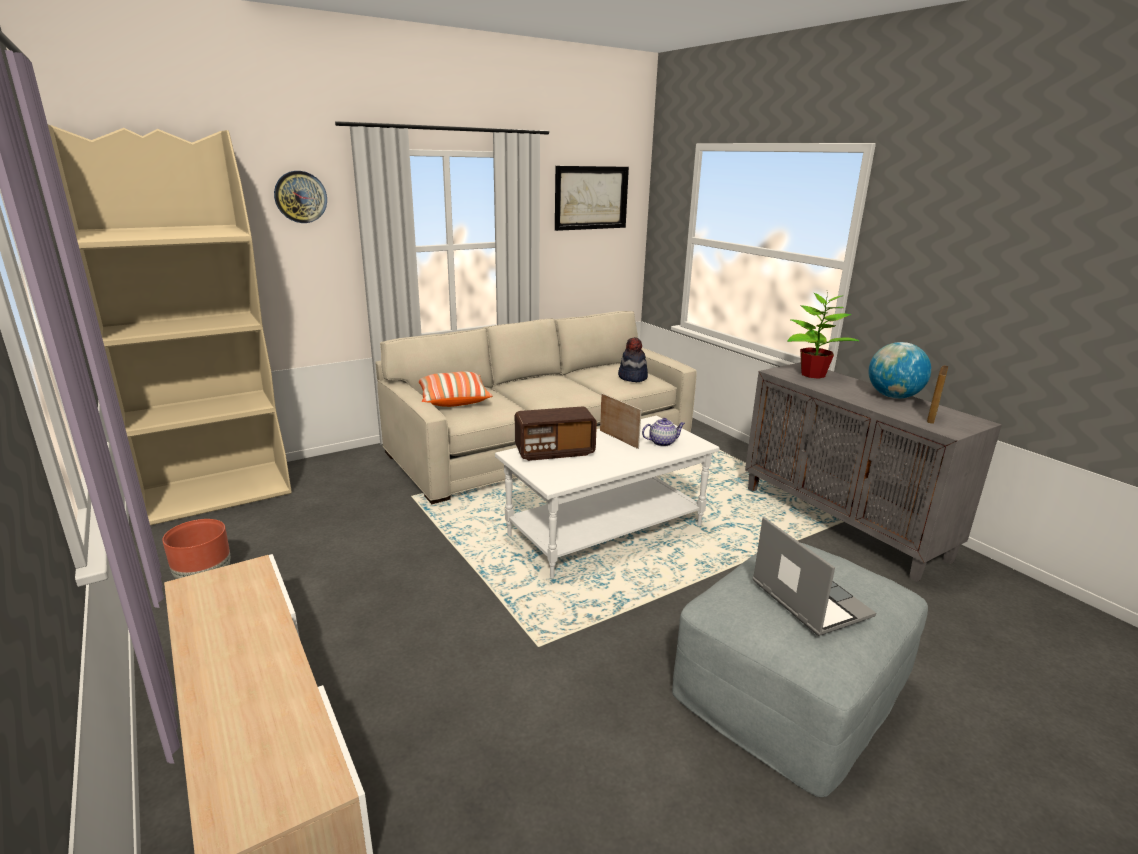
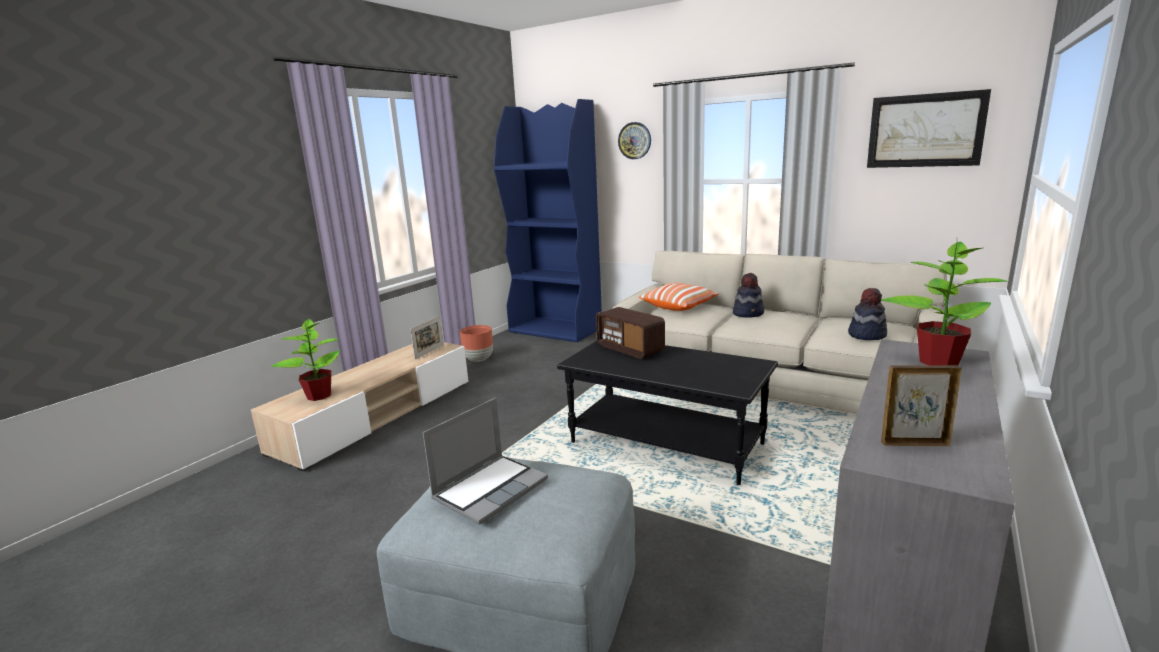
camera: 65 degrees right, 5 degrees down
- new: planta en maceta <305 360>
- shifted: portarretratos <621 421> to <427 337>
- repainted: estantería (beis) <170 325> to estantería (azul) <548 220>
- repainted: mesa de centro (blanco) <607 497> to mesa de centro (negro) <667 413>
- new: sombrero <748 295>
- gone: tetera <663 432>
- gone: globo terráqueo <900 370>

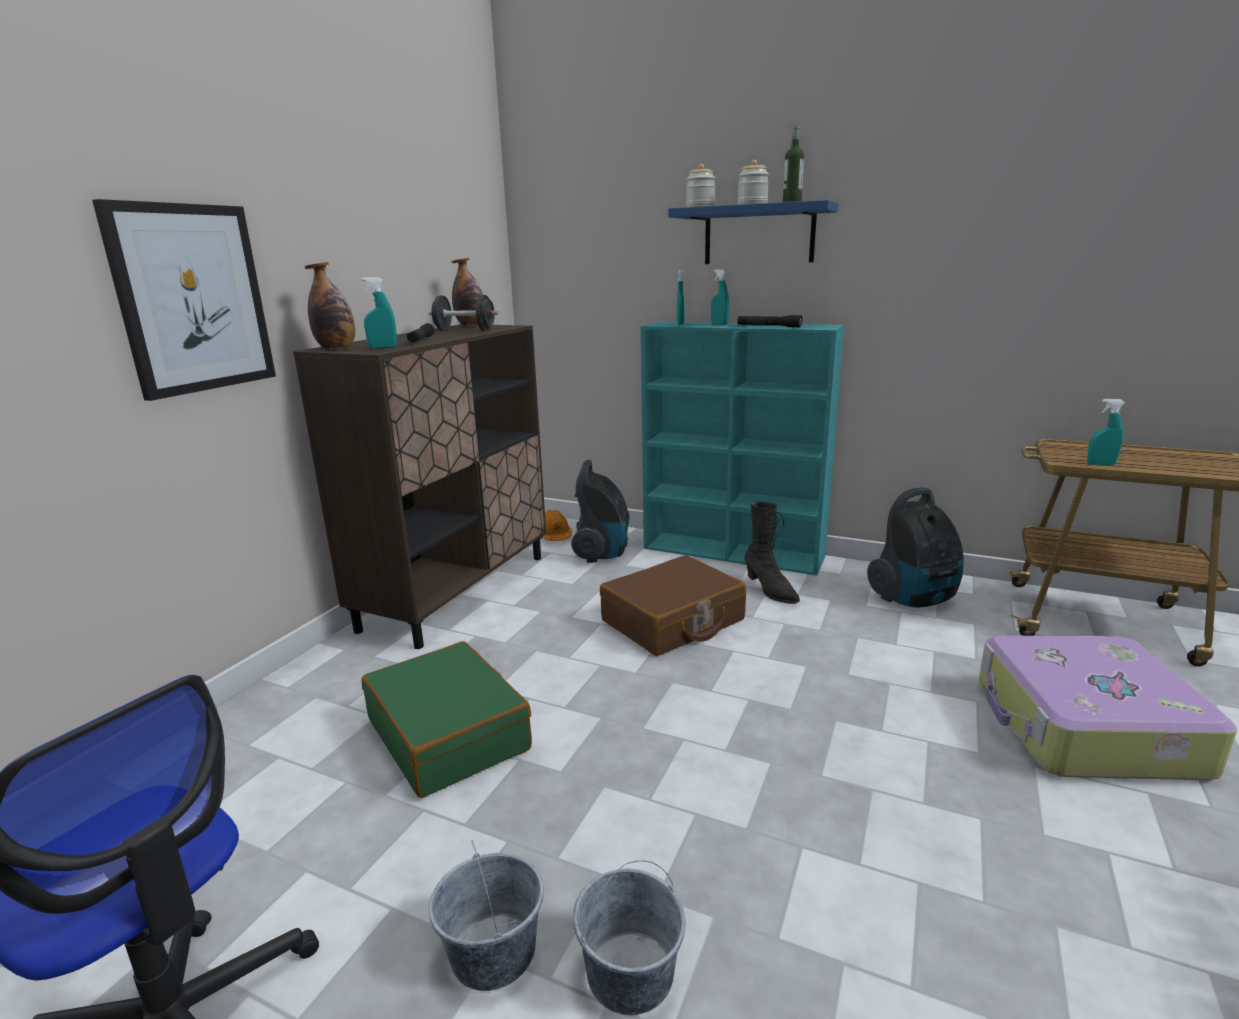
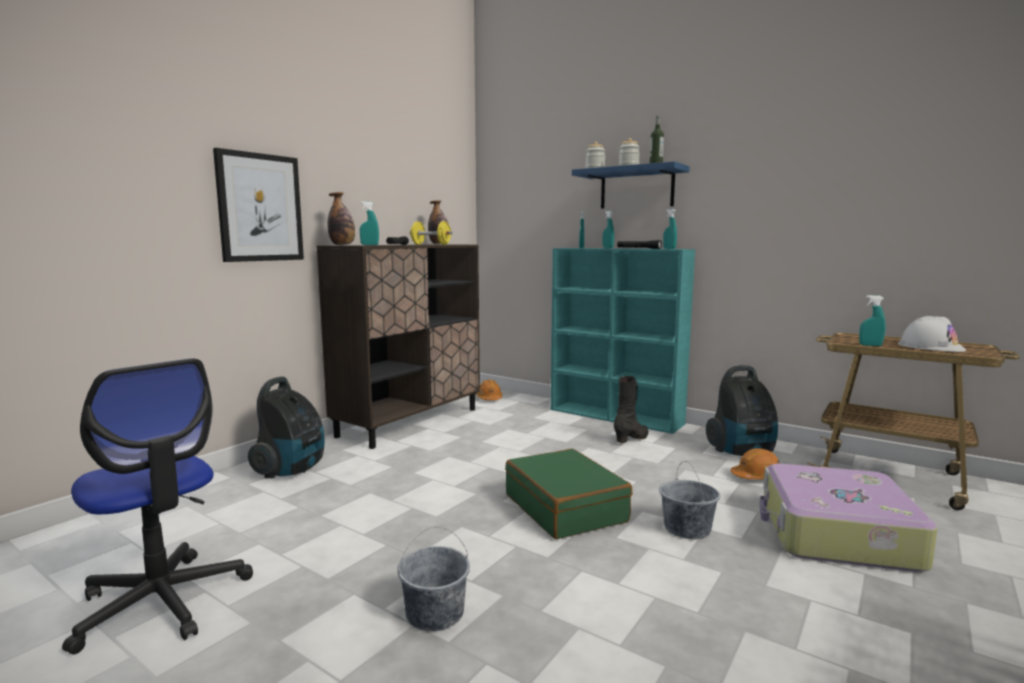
camera: 10 degrees right, 10 degrees down
- shifted: aspiradora <600 511> to <286 427>
- repainted: mancuerna (negro) <464 313> to mancuerna (amarillo) <431 233>
- shifted: maleta (verde) <446 719> to <569 494>
- rotated: bota (negro) <772 553> = <631 409> 120 degrees counterclockwise
- shifted: cubo (gris) <486 915> to <689 500>
- new: pulverizador (turquesa) <670 229>
- new: casco (naranja) <755 464>
- new: casco (blanco) <932 334>
- gone: maleta (marrón) <673 605>

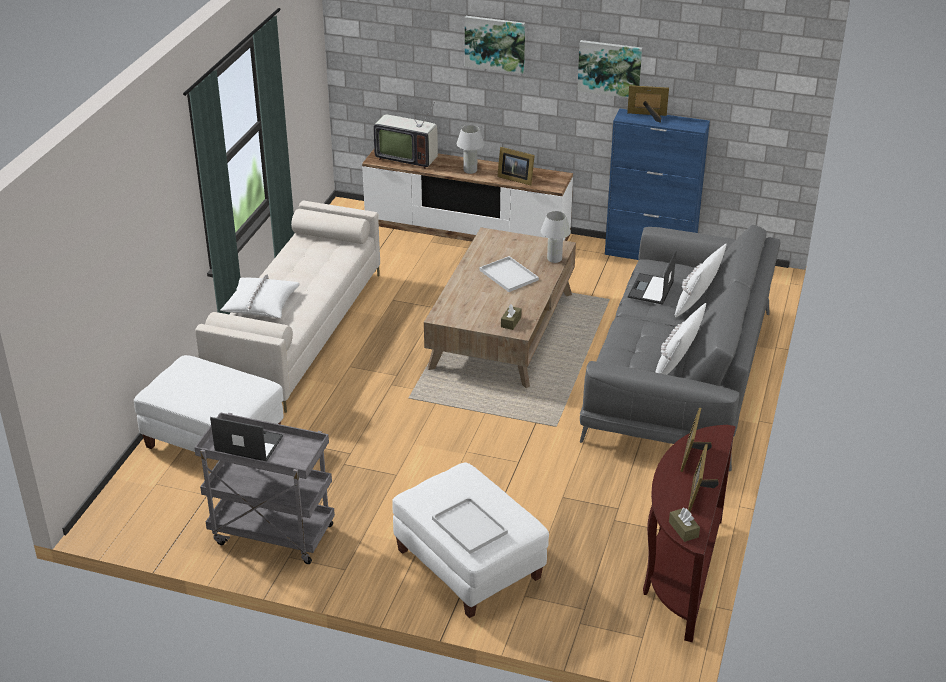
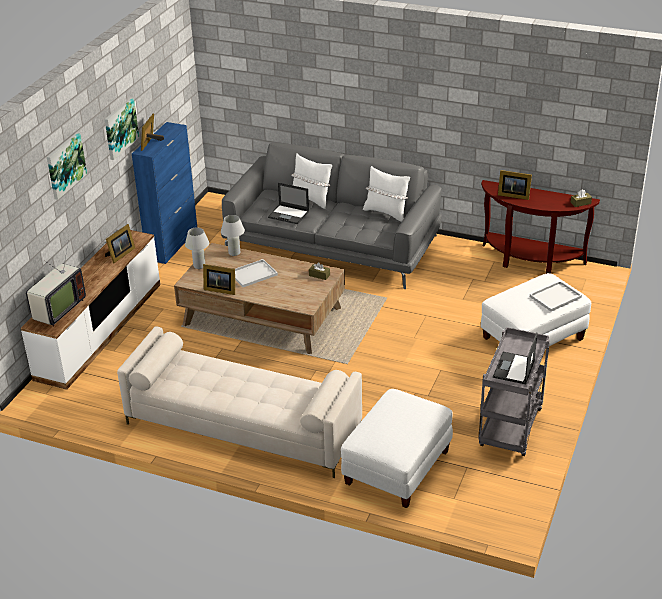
camera: 85 degrees left, 0 degrees up
- shifted: lámpara de mesa (blanco) <470 149> to <197 248>
- shifted: portarretratos <703 477> to <219 279>
- gone: cojín (blanco) <260 296>

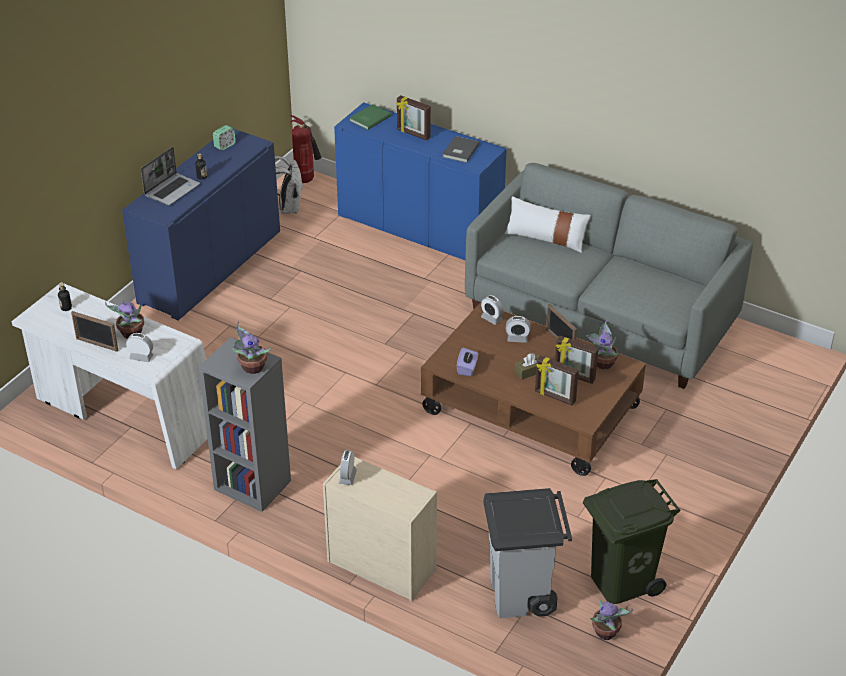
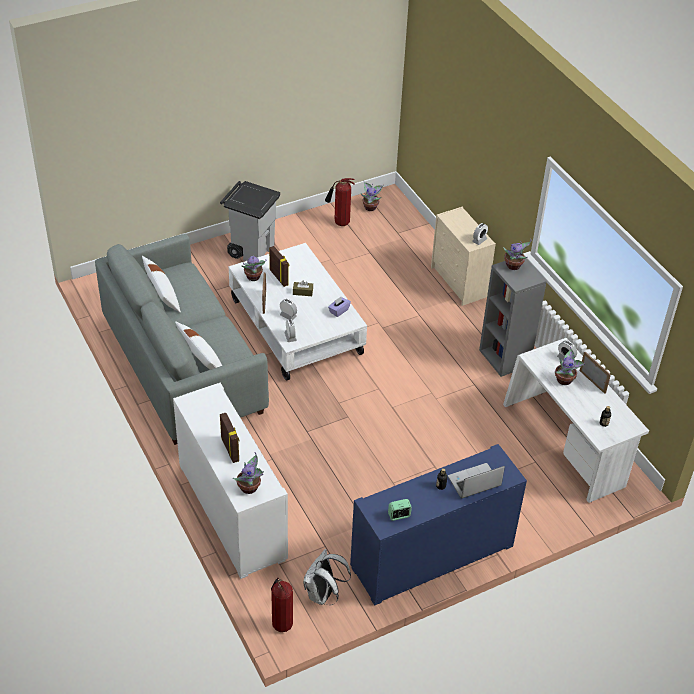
camera: 150 degrees left, 5 degrees up
- new: cojín (blanco) <161 284>
- repainted: armario (azul) <420 181> to armario (blanco) <230 481>
- shifted: papelera (gris) <528 553> to <250 221>
- repainted: mesa de centro (marrón) <533 389> to mesa de centro (blanco) <297 312>
- swapped: libro (verde) <371 117> to planta en maceta <248 473>
- swapped: papelera (verde) <631 541> to extintor <339 202>
- gone: libro (gris) <461 149>
- gone: portarretratos <557 380>

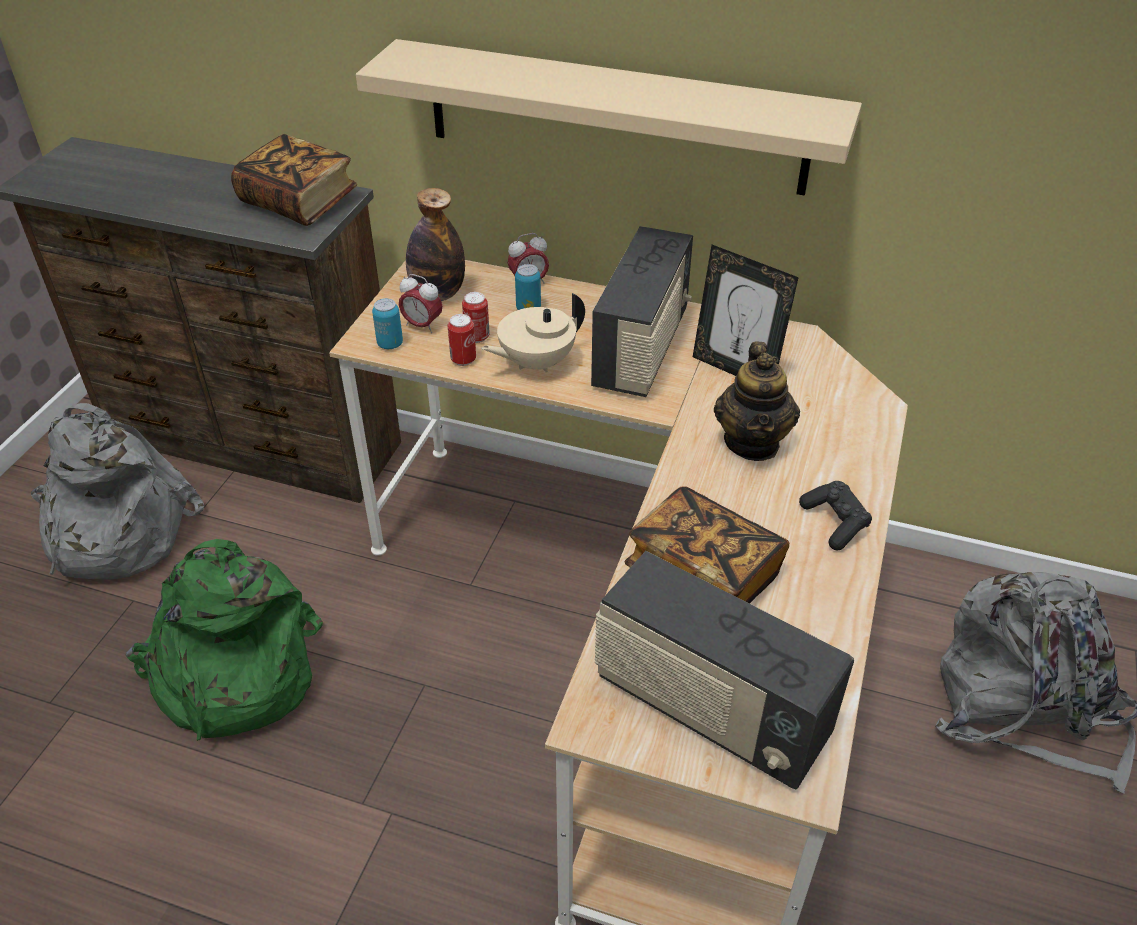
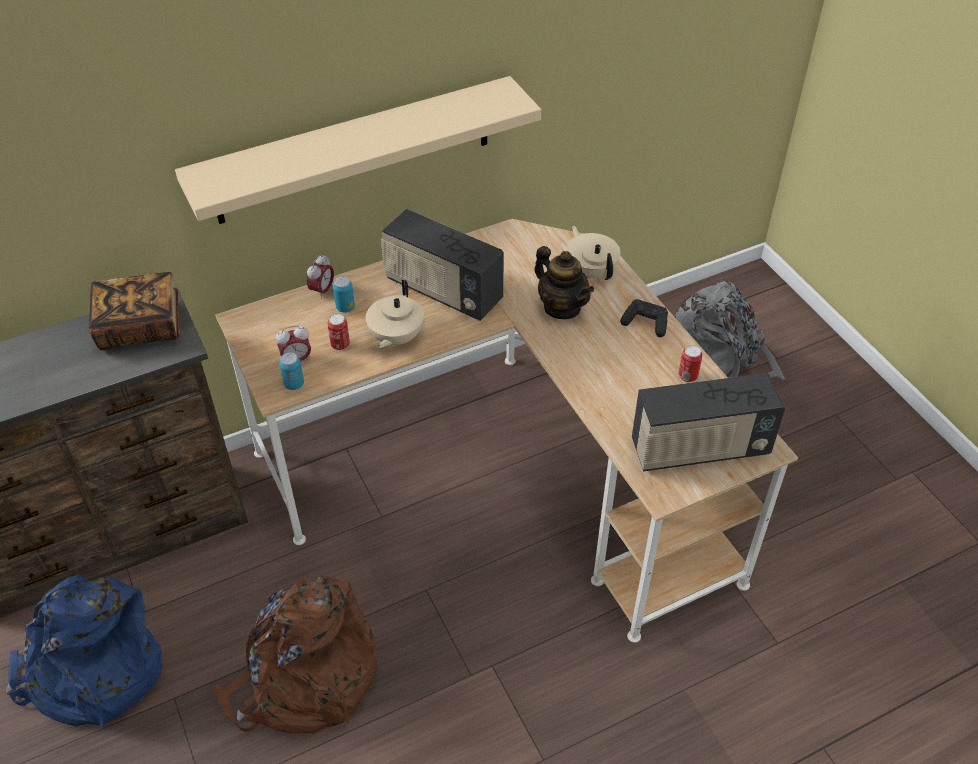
camera: 45 degrees left, 5 degrees up
- repainted: mochila (gris) <117 491> to mochila (azul) <84 651>
- repainted: mochila (verde) <224 640> to mochila (marrón) <294 655>
- rotated: radio <642 311> = <442 265> 150 degrees clockwise
- new: tetera (beis) <593 253>
- shifted: lata <462 340> to <690 363>
- gone: botella <435 244>
- gone: libro <707 545>
- gone: portarretratos <746 310>

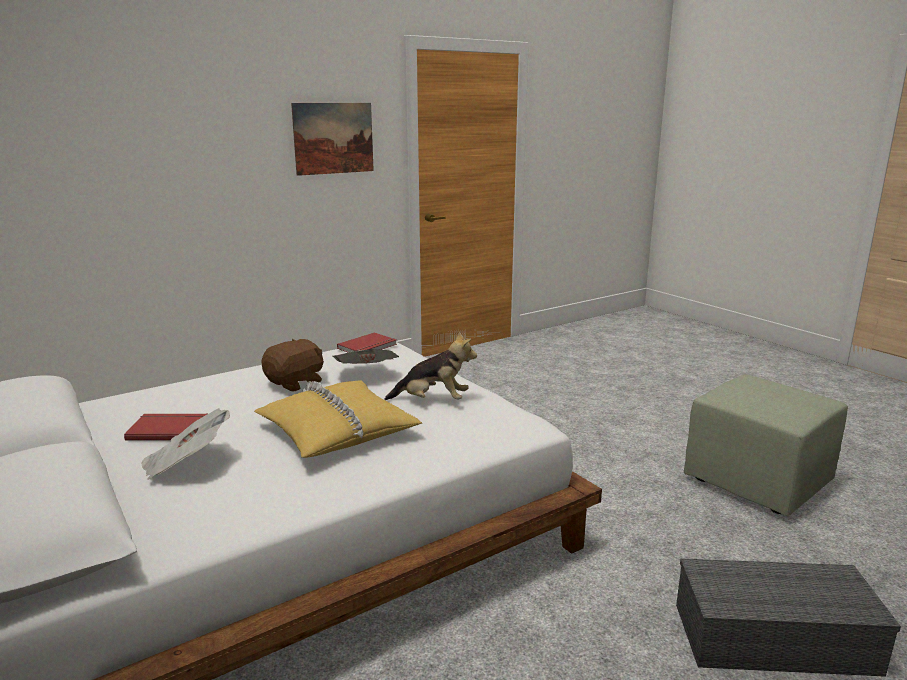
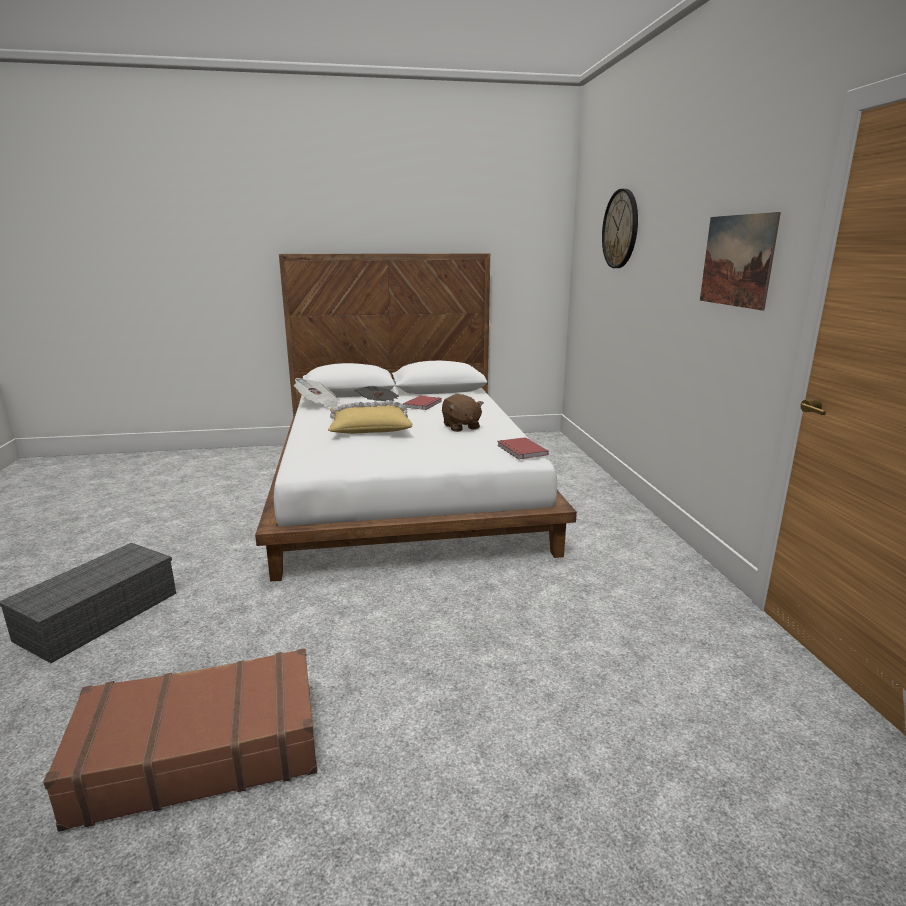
camera: 115 degrees right, 0 degrees up
- swapped: puf (verde) <766 445> to maleta (marrón) <180 740>
- shifted: periódico <365 356> to <317 393>
- new: reloj de pared <620 228>
- gone: peluche <430 365>

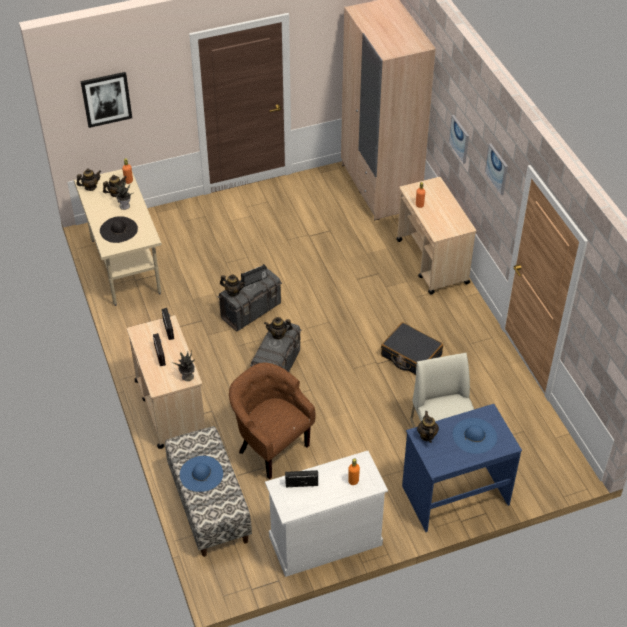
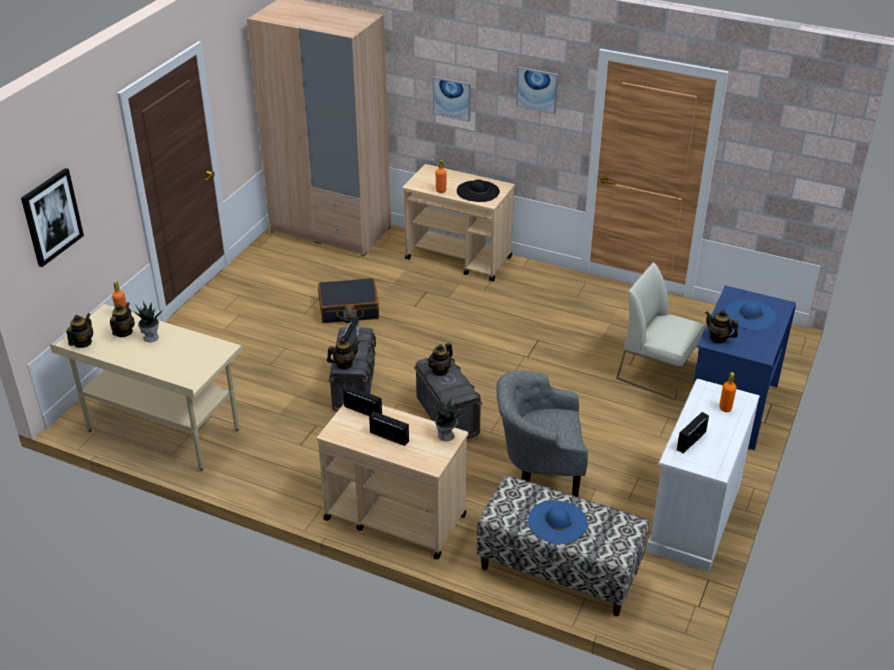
camera: 45 degrees left, 10 degrees down
- shifted: maleta (negro) <412 348> to <348 300>
- shifted: sombrero (negro) <119 229> to <478 190>
- repainted: sillón (marrón) <272 421> to sillón (gris) <542 434>

